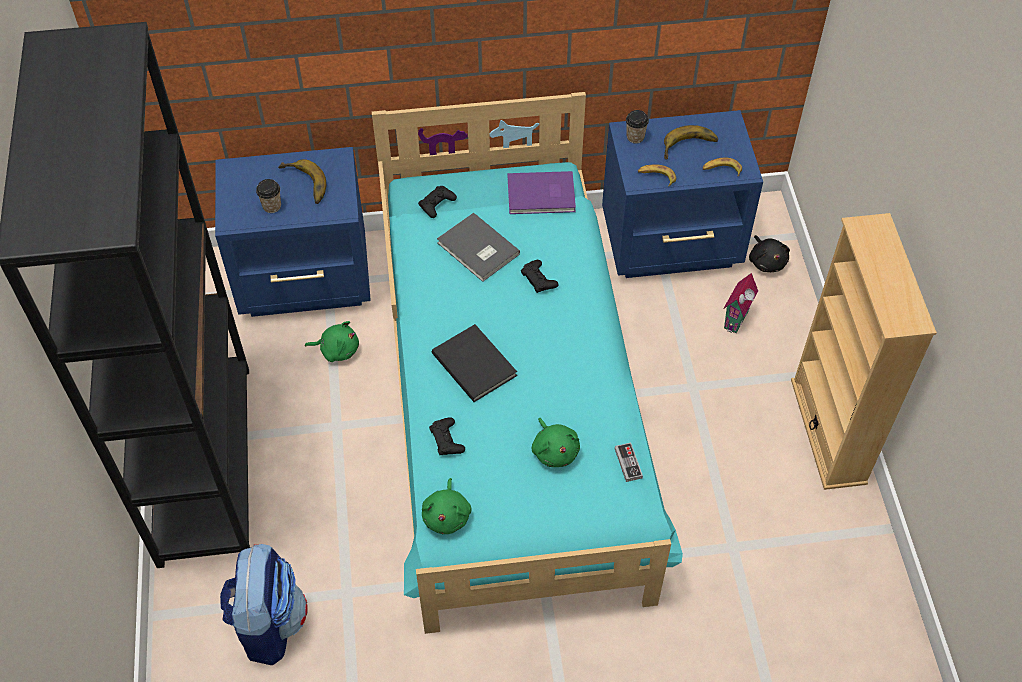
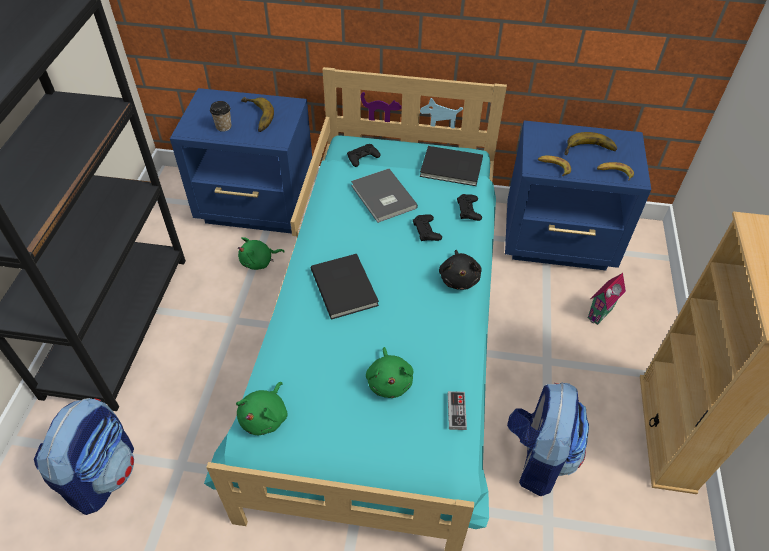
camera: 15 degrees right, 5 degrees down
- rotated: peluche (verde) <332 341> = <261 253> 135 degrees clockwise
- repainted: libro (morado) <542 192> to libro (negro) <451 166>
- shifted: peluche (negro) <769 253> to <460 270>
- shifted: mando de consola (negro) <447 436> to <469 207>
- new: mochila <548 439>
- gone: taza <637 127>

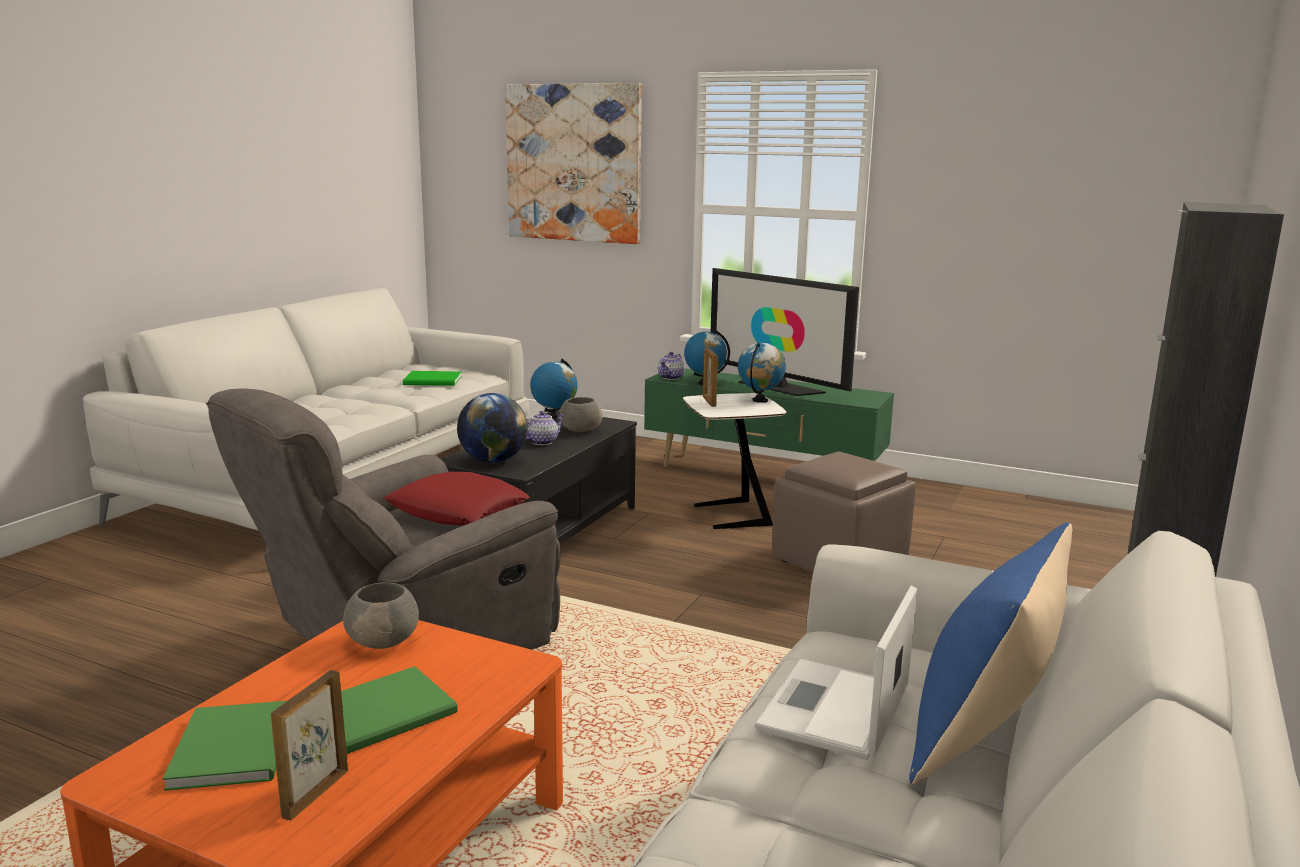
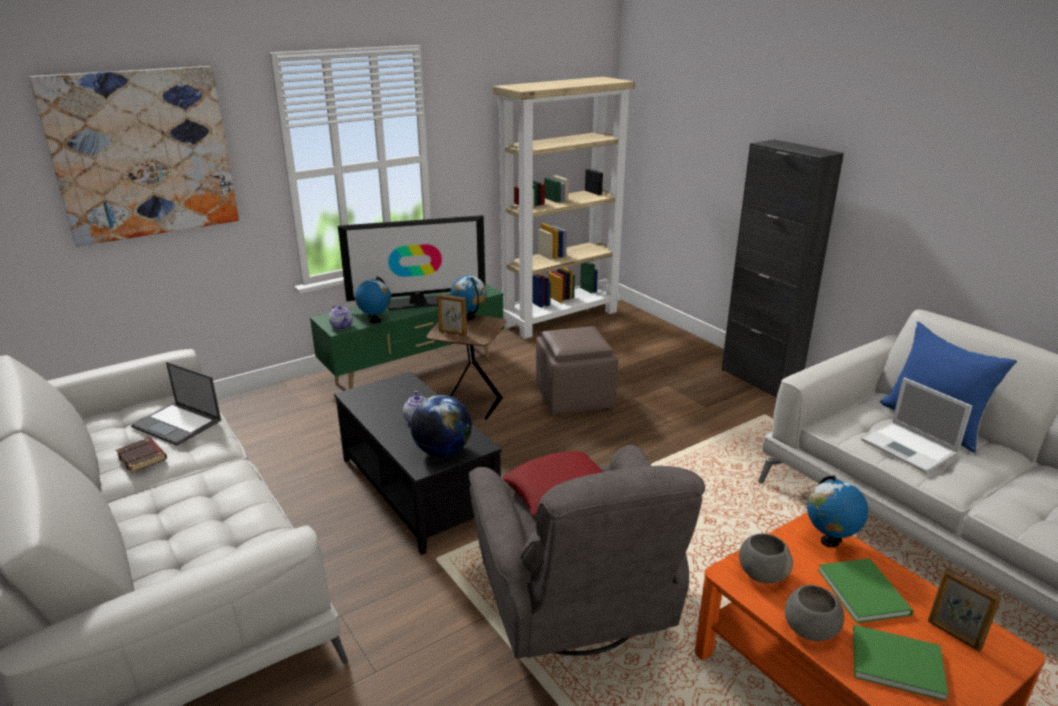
camera: 60 degrees left, 10 degrees up
- new: libro (marrón) <141 455>
- swapped: libro (verde) <432 378> to portátil <176 404>
- repainted: mesa auxiliar (blanco) <735 461> to mesa auxiliar (marrón) <466 367>
- new: estantería (beis) <564 208>
- shifted: cuenco (gris) <581 414> to <814 613>
- shifted: globo terráqueo <554 390> to <837 511>

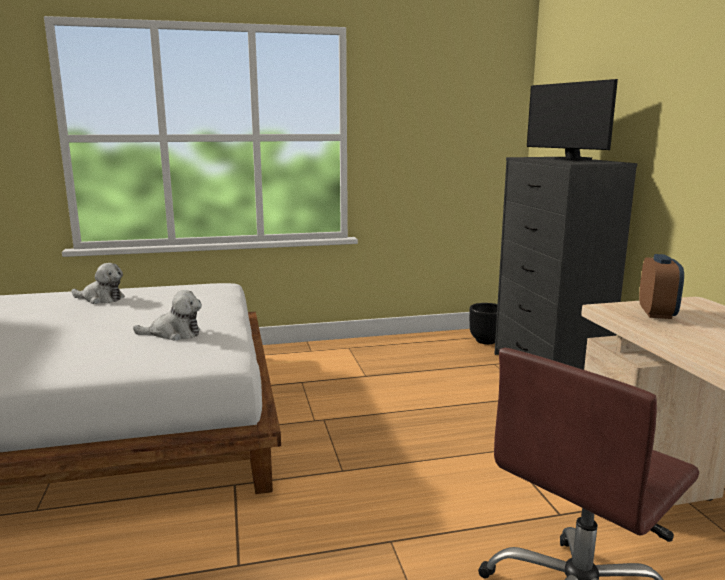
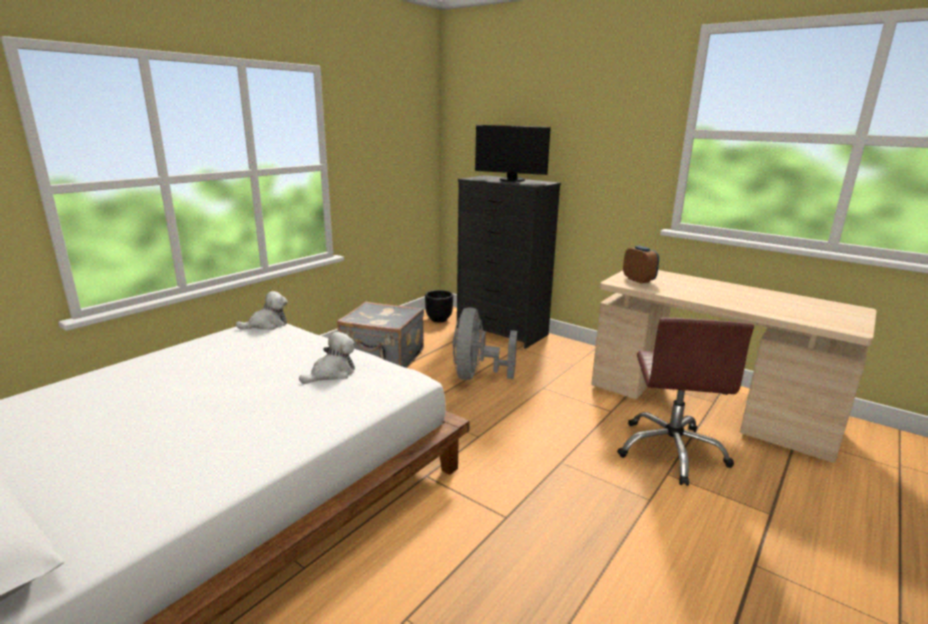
camera: 40 degrees left, 5 degrees up
- shifted: peluche <98 283> to <261 310>
- new: maleta (gris) <380 334>
- new: ventilador (gris) <485 343>

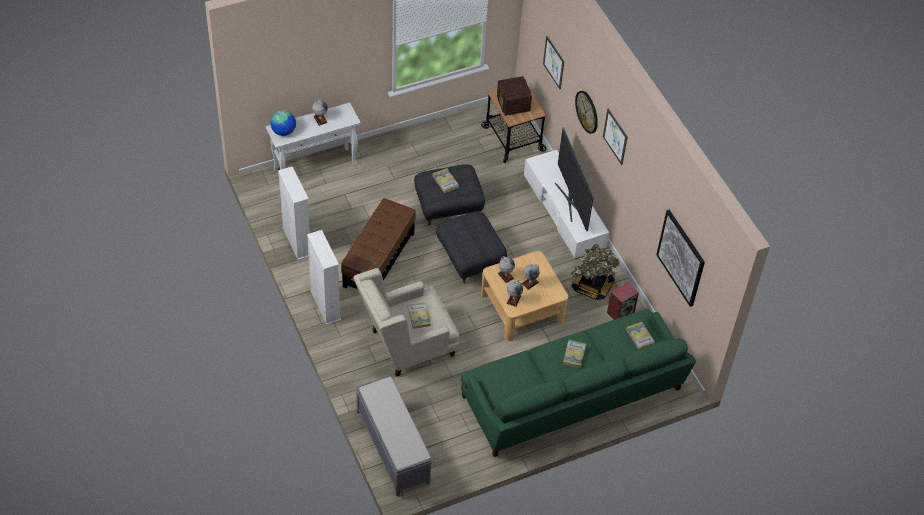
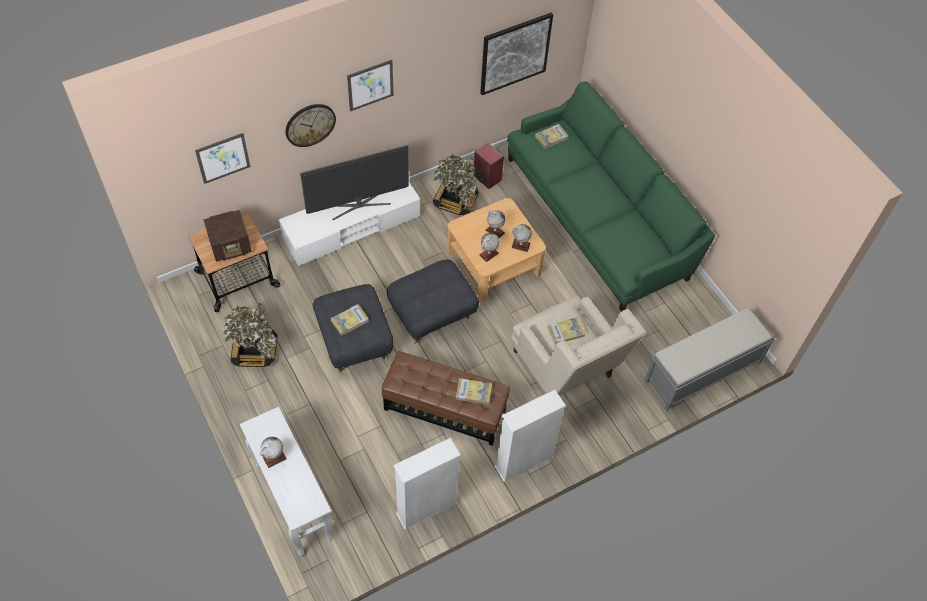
camera: 95 degrees left, 5 degrees up
- new: planta en maceta <250 335>
- shifted: libro <574 354> to <474 391>
- gone: globo terráqueo <283 123>

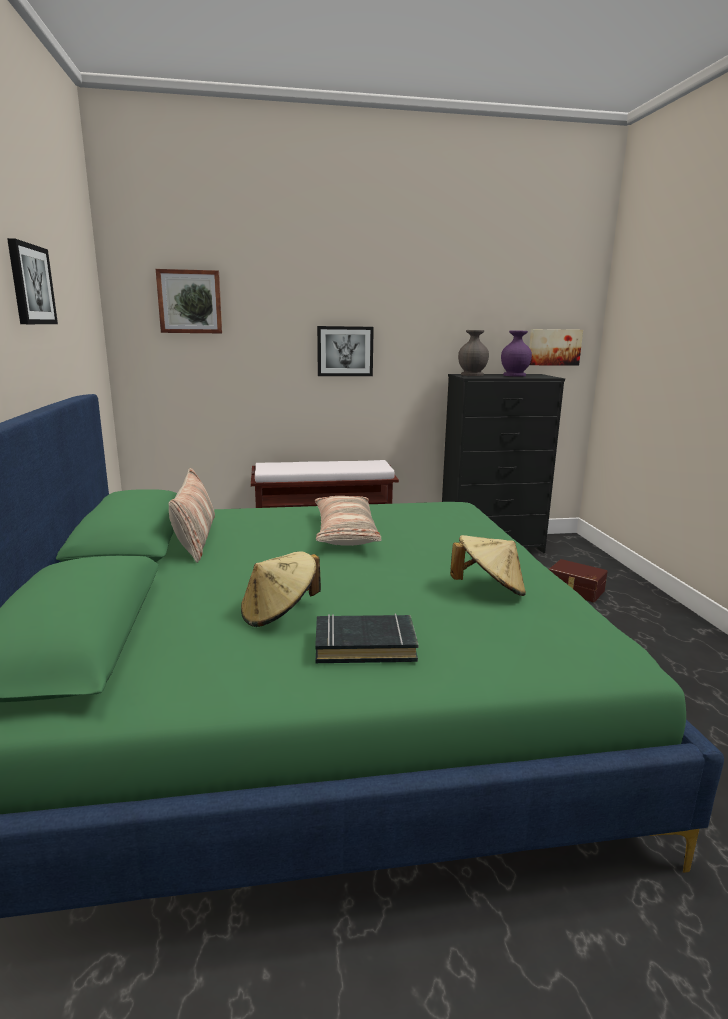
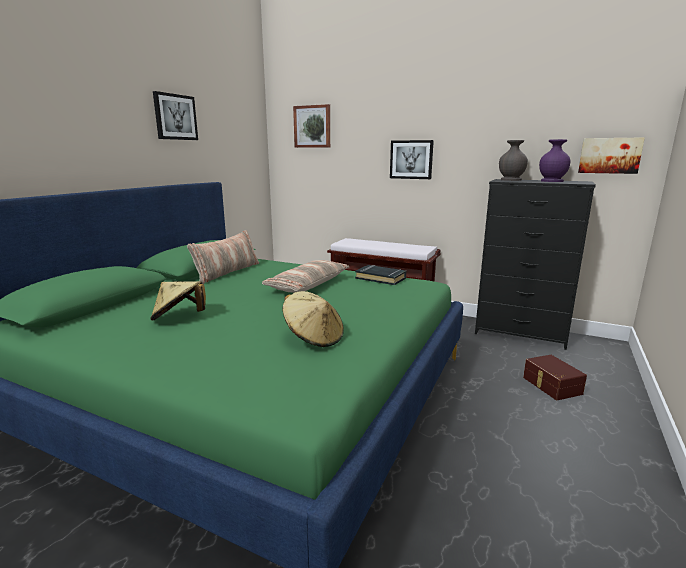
camera: 35 degrees right, 0 degrees up
- shifted: libro (negro) <366 638> to <380 275>

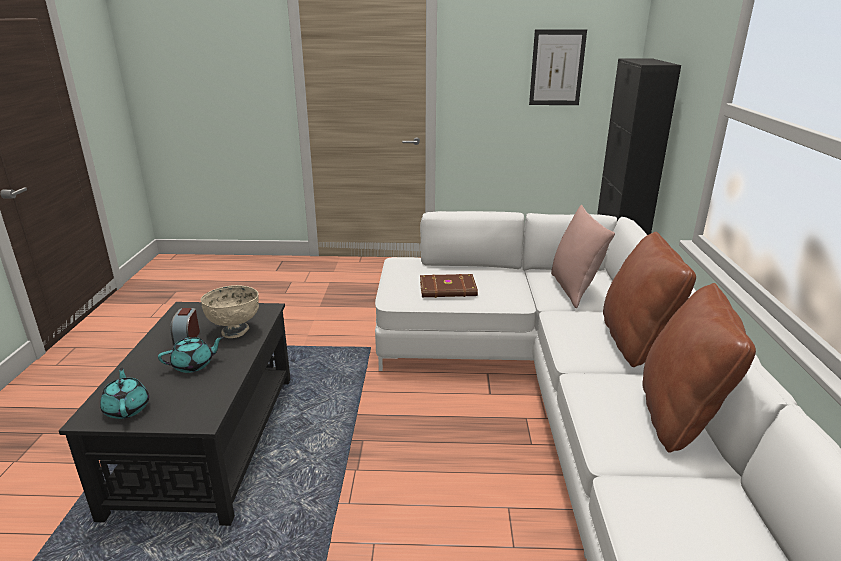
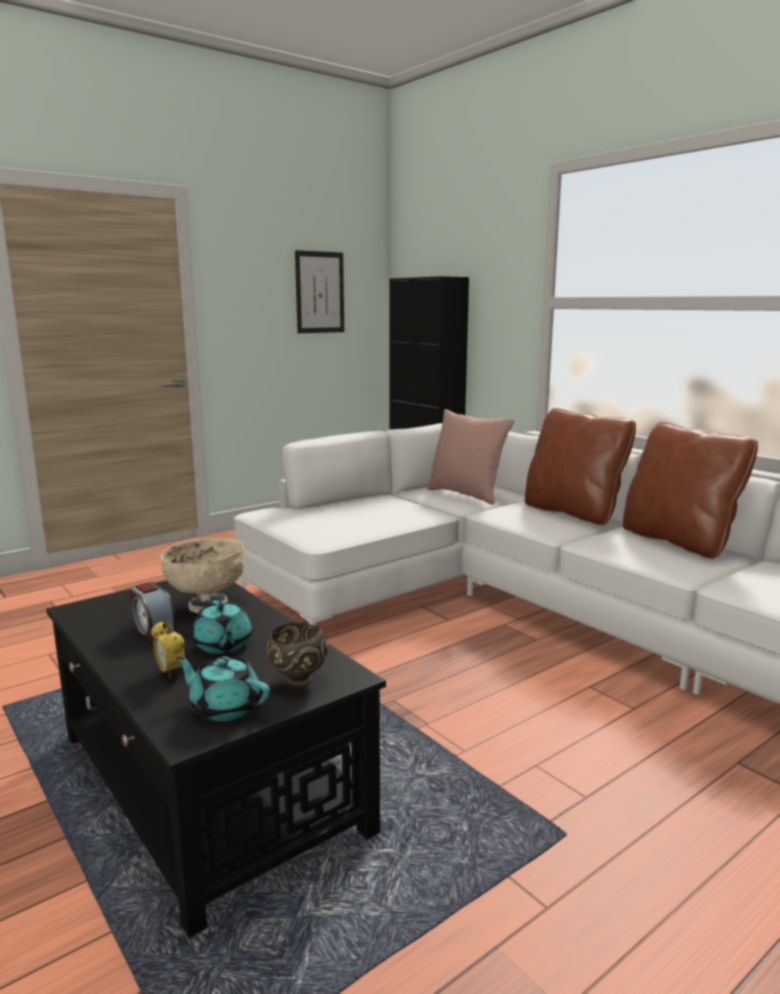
camera: 40 degrees left, 10 degrees down
- new: despertador <168 649>
- rotated: tetera (turquesa) <190 354> = <222 627> 135 degrees clockwise
- new: cuenco (marrón) <297 655>
- gone: libro (marrón) <449 286>

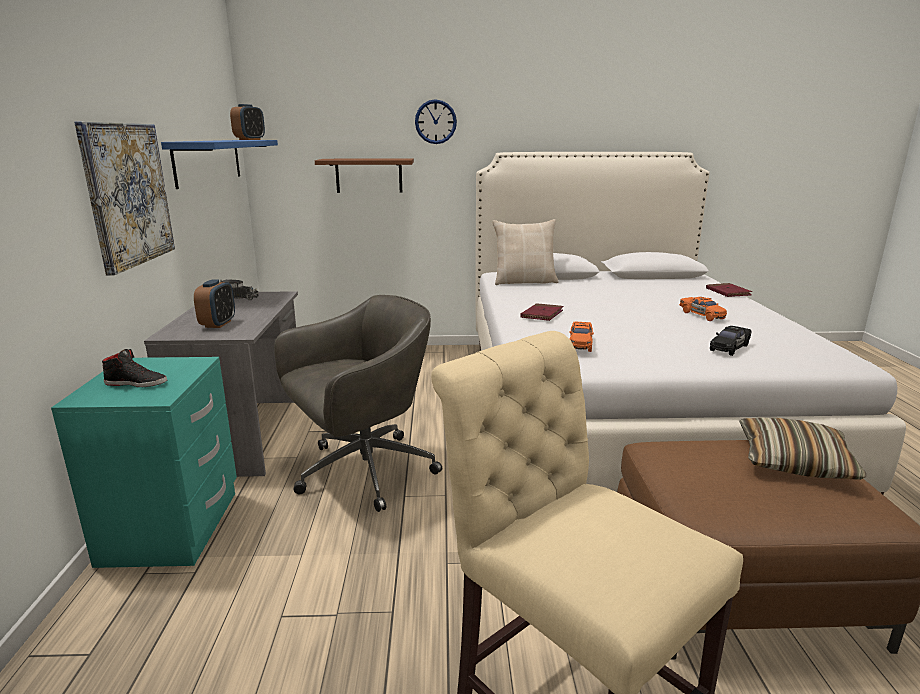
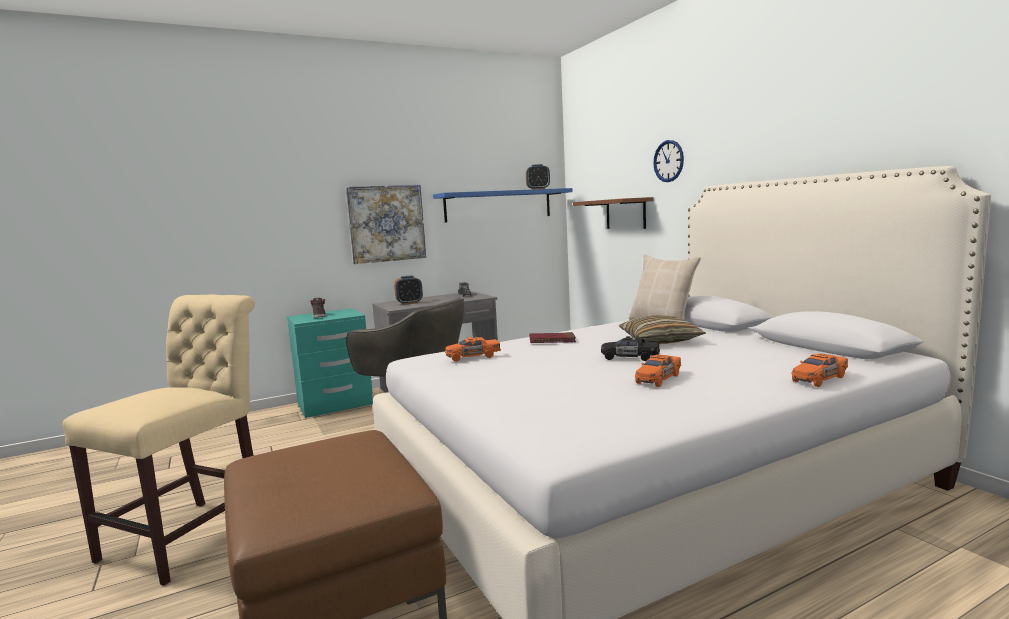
camera: 65 degrees right, 10 degrees down
- shifted: coche de juguete (negro) <731 341> to <630 348>
- shifted: cojín <802 449> to <662 329>
- swapped: libro (rojo) <729 290> to coche de juguete (naranja) <820 370>

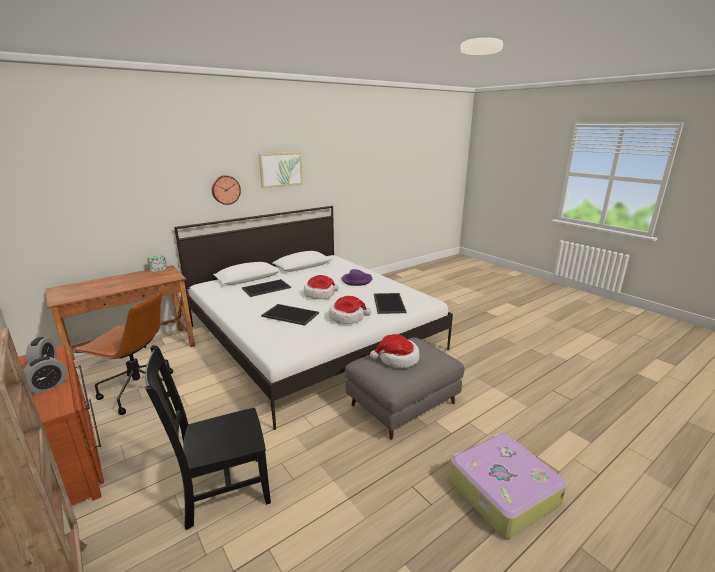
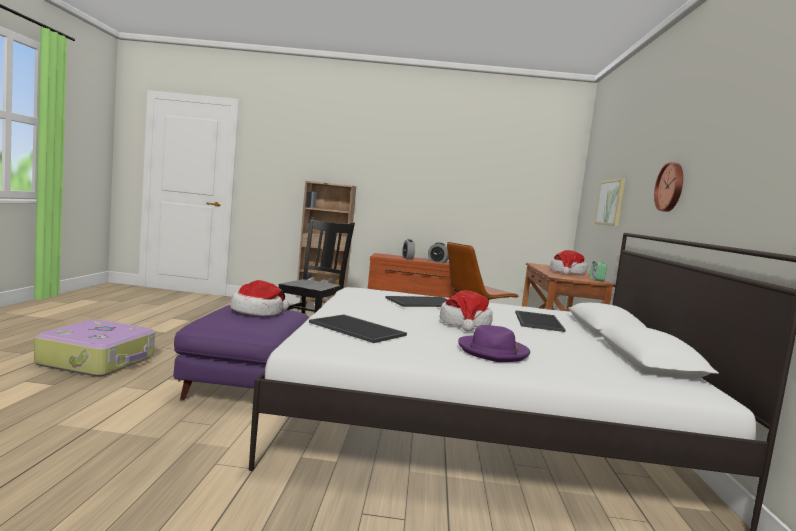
camera: 130 degrees right, 15 degrees down
- repainted: puf (gris) <404 388> to puf (morado) <242 352>
- shifted: sombrero <350 310> to <568 262>
- shifted: cuadro <281 170> to <610 202>

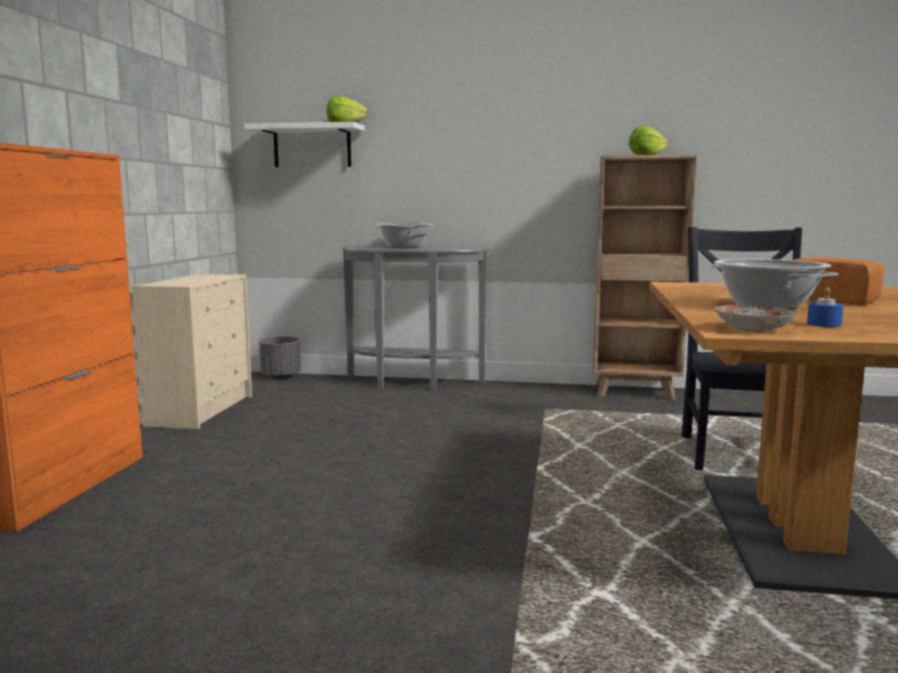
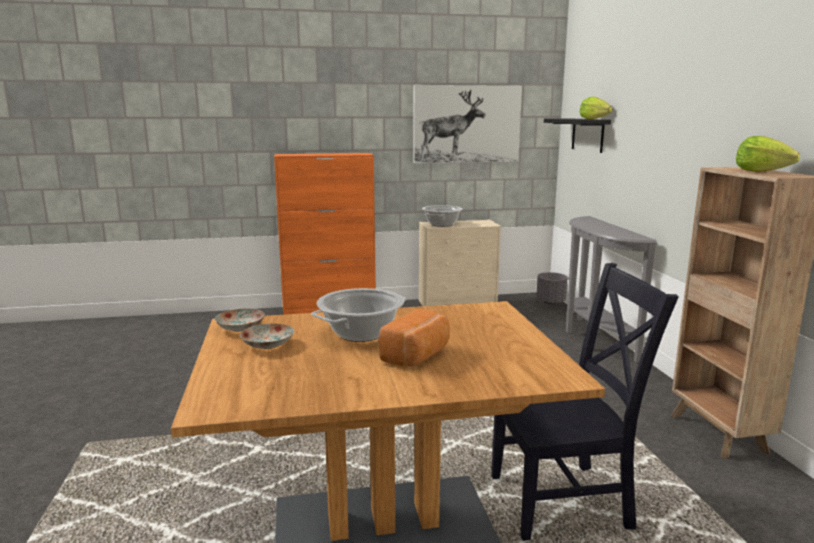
camera: 70 degrees right, 5 degrees up
- swapped: vela (azul) <825 307> to plato <267 336>
- new: cuadro <467 124>
- shifted: olla <405 235> to <442 216>
- repainted: estante (blanco) <304 144> to estante (negro) <577 135>

